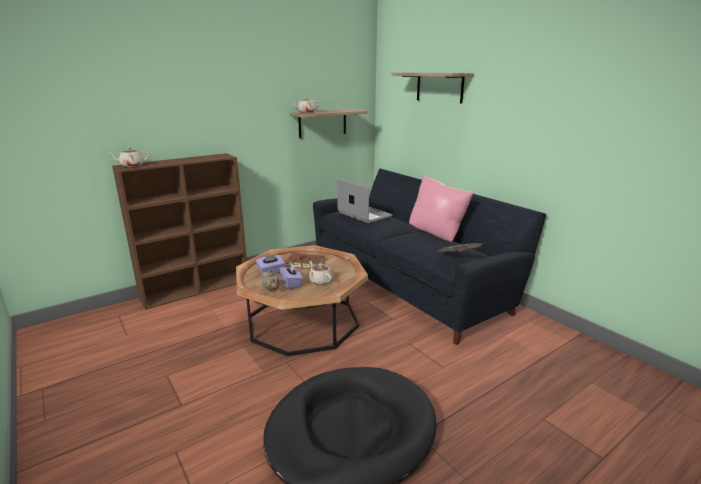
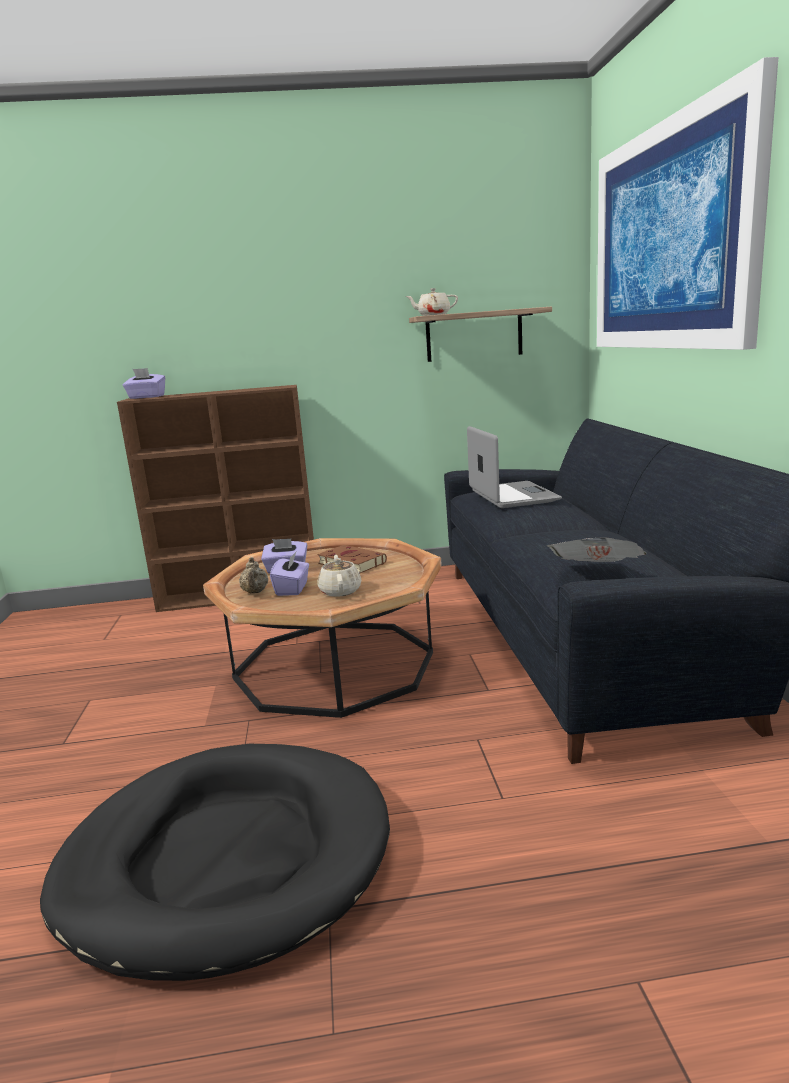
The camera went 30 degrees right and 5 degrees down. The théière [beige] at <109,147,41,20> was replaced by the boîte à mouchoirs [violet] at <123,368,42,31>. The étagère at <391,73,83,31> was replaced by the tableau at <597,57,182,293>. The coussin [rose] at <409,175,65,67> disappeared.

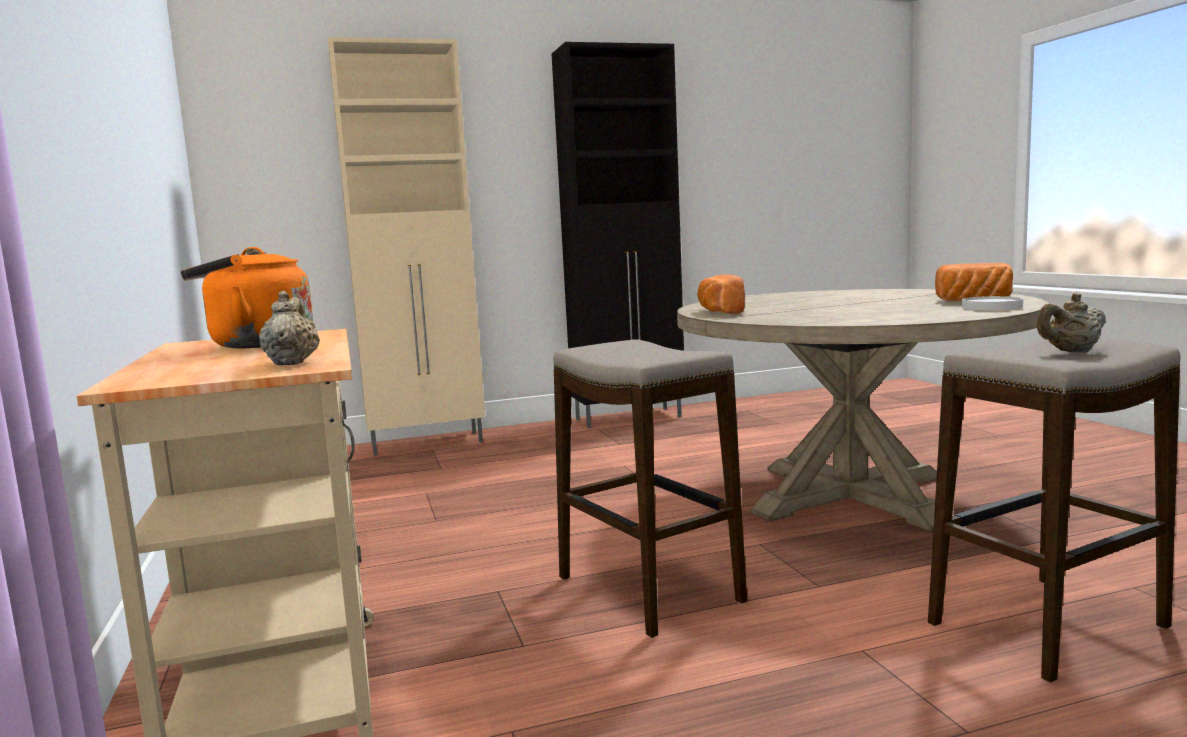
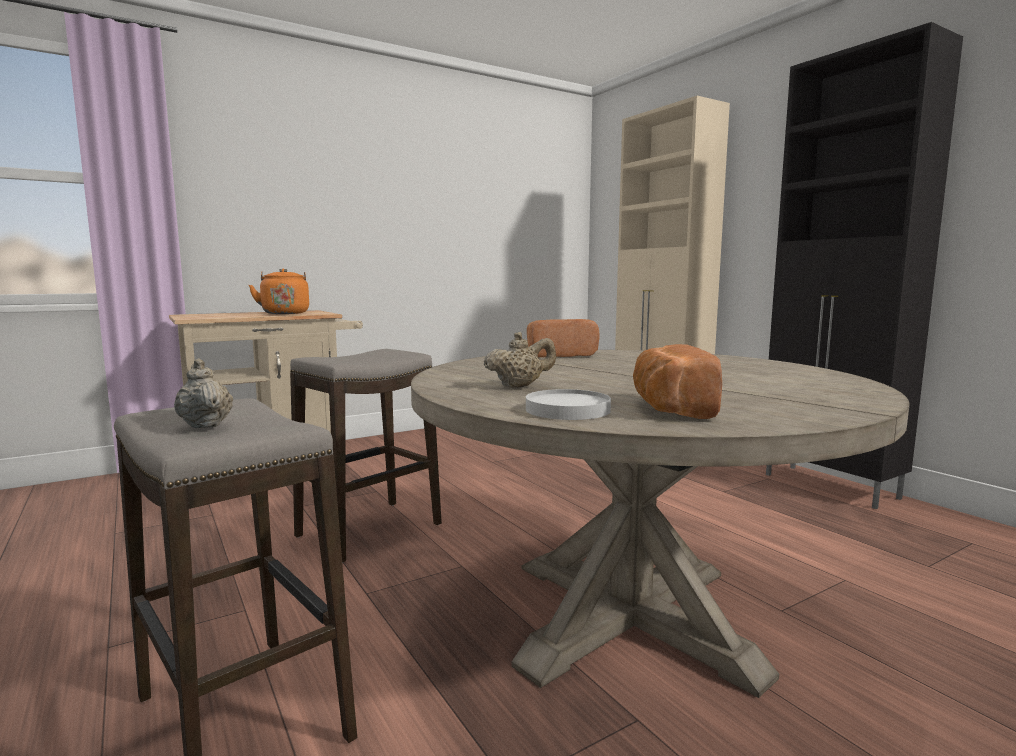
The camera went 75 degrees right and 0 degrees up. The théière [beige] moved from <259,290,61,75> to <484,332,72,56>.

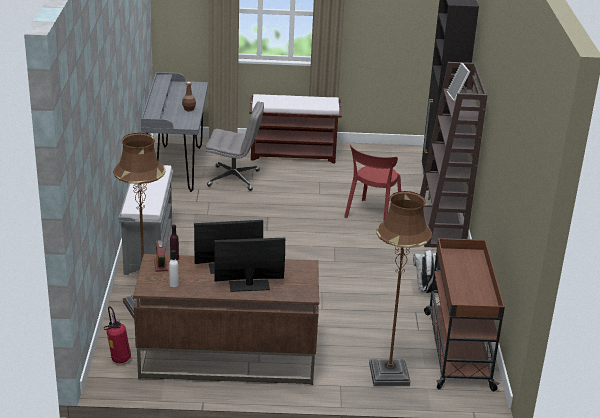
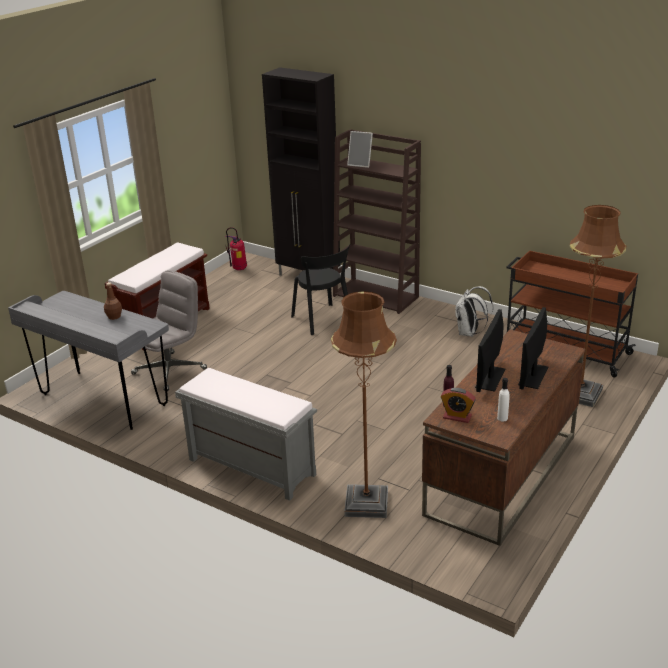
The camera went 55 degrees left and 0 degrees up. The extincteur moved from <104,306,27,57> to <225,227,22,43>. The chaise [rouge] at <344,145,57,76> became the chaise [noir] at <291,245,59,90>.

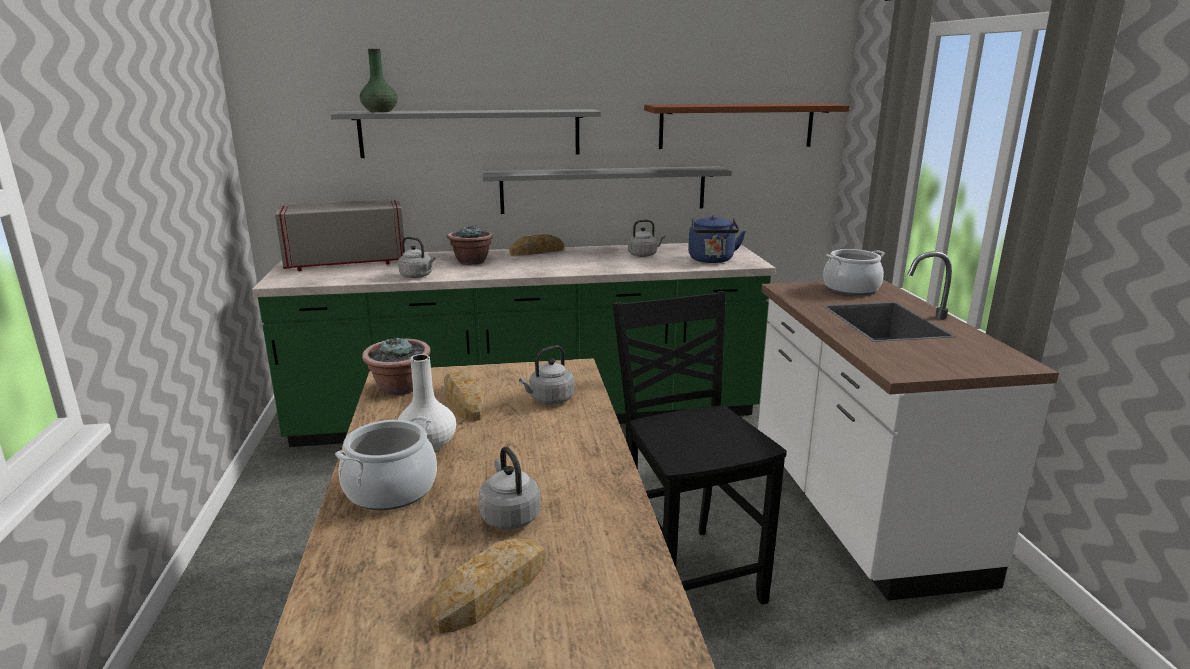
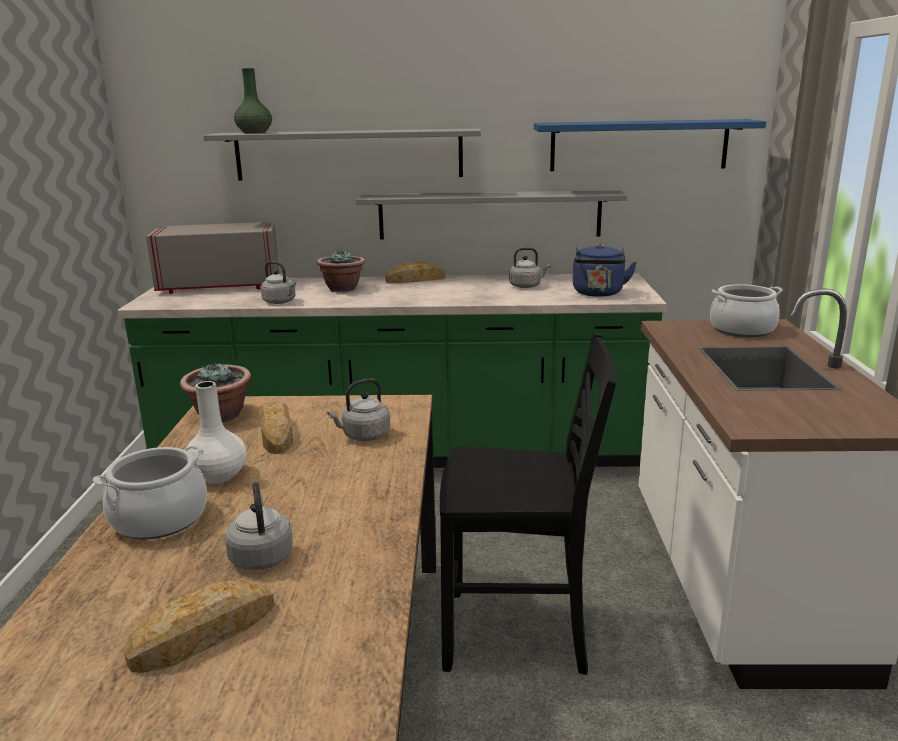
The camera went 10 degrees right and 0 degrees up. The chaise [noir] at <613,291,174,314> turned 105 degrees clockwise. The étagère [marron] at <644,103,206,46> became the étagère [bleu] at <534,119,232,52>.

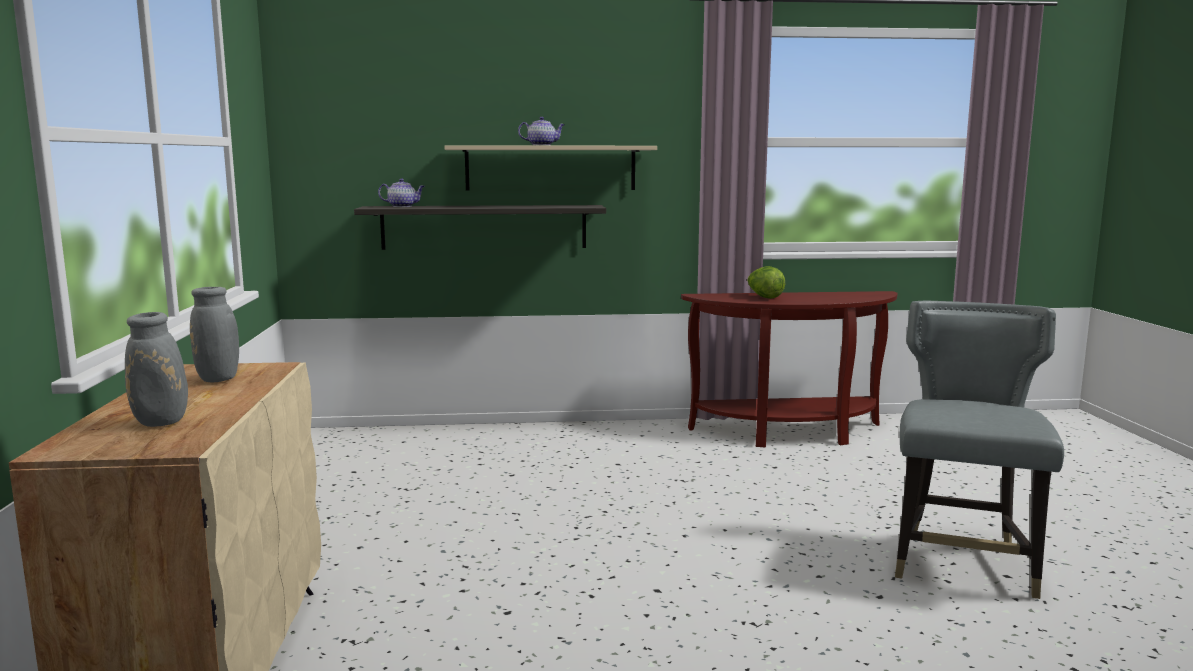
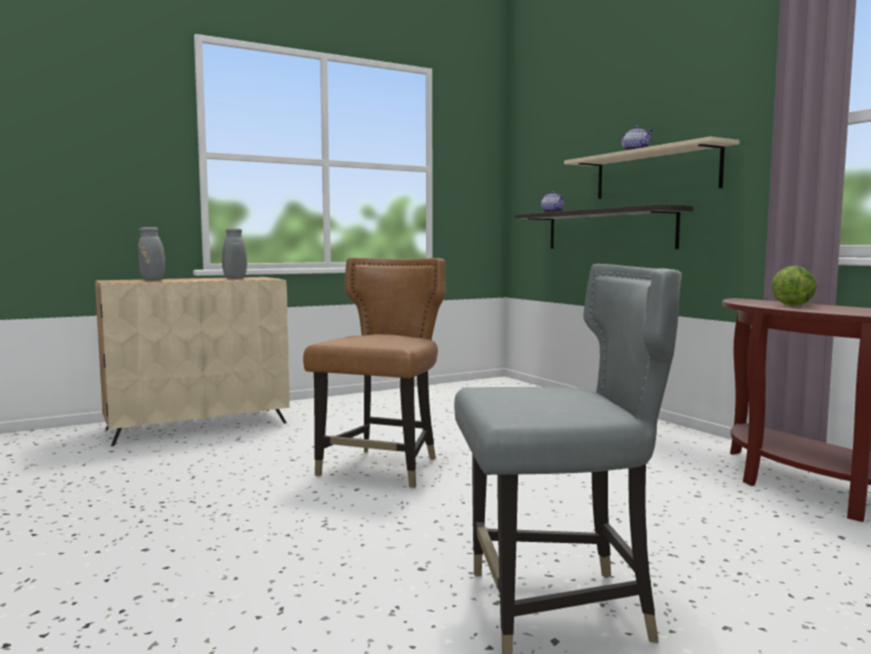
The camera went 65 degrees right and 5 degrees down. The chaise [marron] at <303,257,143,231> appeared.

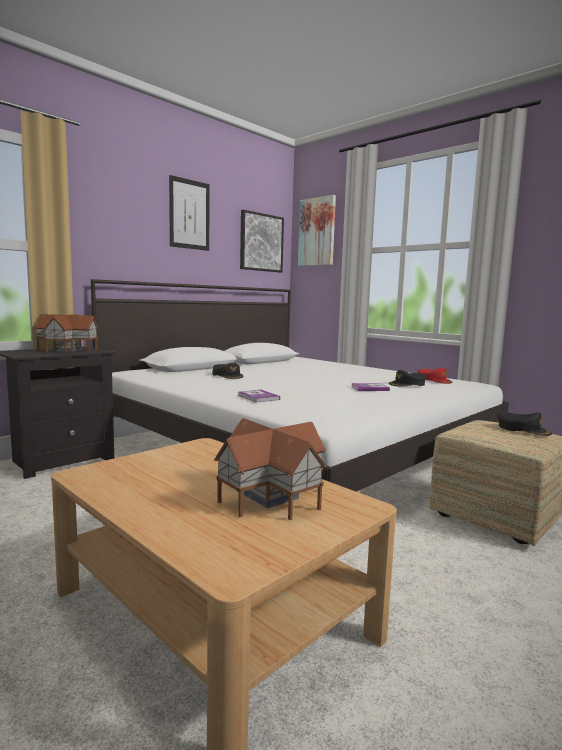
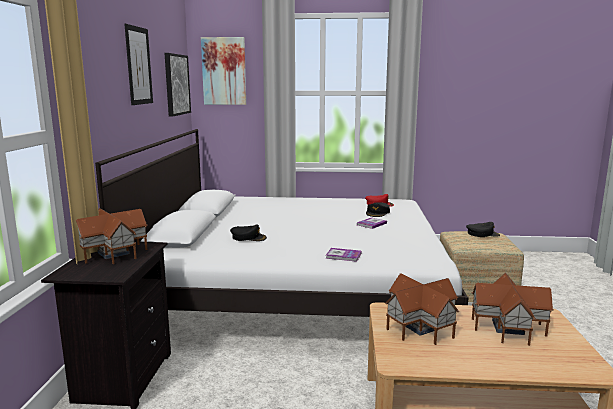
The camera went 40 degrees left and 5 degrees up. The maison miniature at <385,273,74,72> appeared.

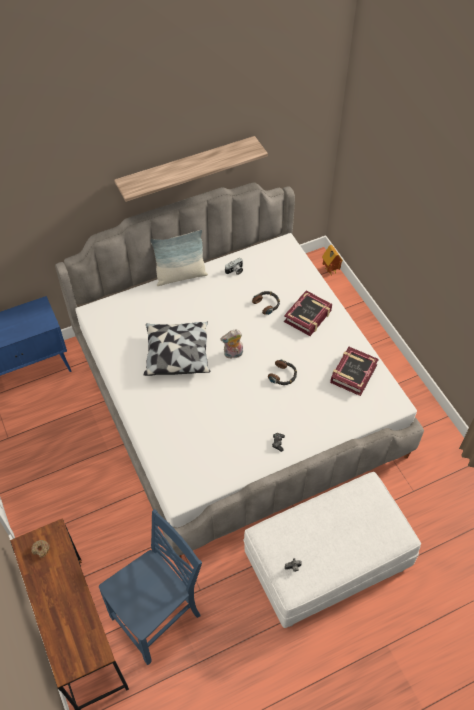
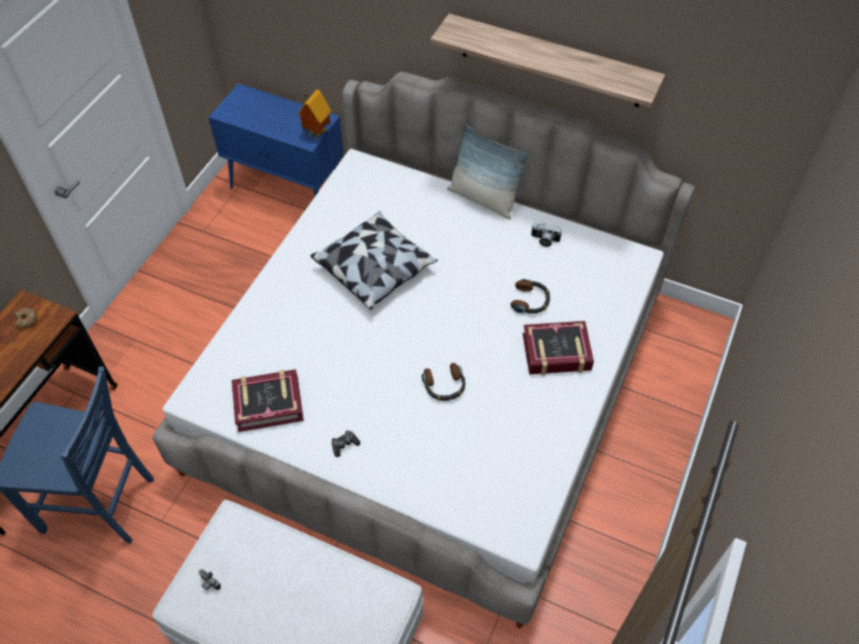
The camera went 50 degrees right and 0 degrees up. The livre moved from <330,347,49,49> to <231,369,73,63>. The maison miniature moved from <322,245,21,31> to <298,90,33,49>. The peluche at <220,329,23,30> disappeared.

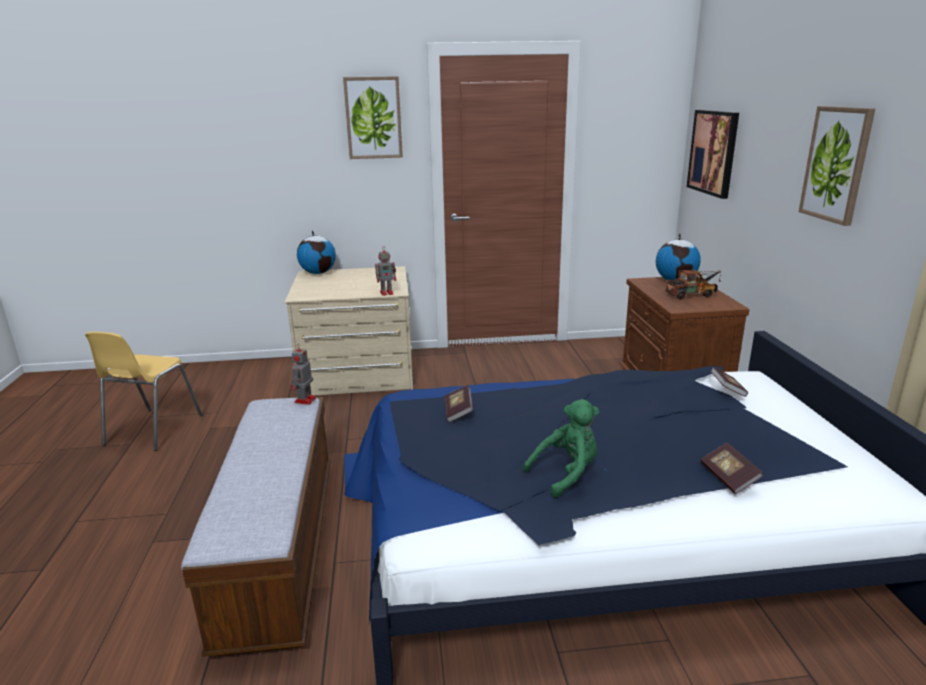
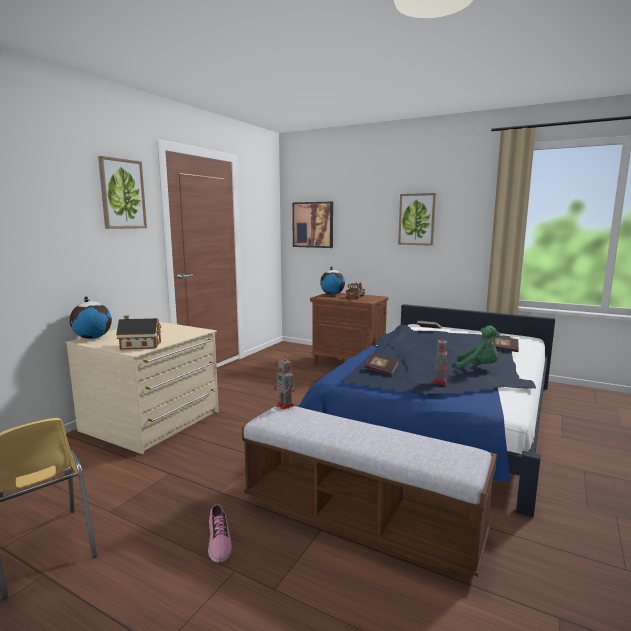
The camera went 55 degrees left and 10 degrees down. The maison miniature at <116,315,45,34> appeared. The chaussure at <208,504,24,59> appeared. The robot jouet moved from <375,246,21,50> to <433,336,14,49>. The peluche [vert] at <523,399,76,99> turned 105 degrees clockwise.

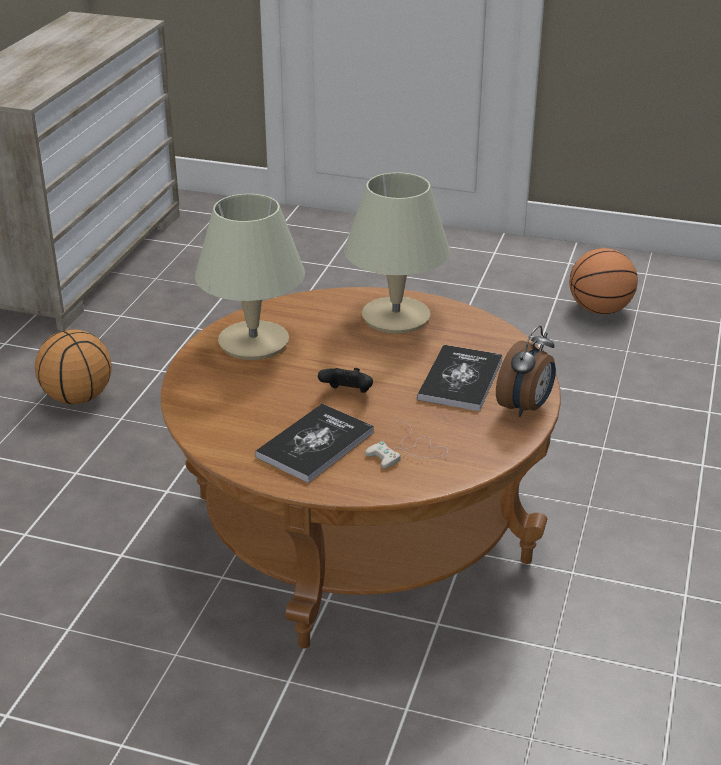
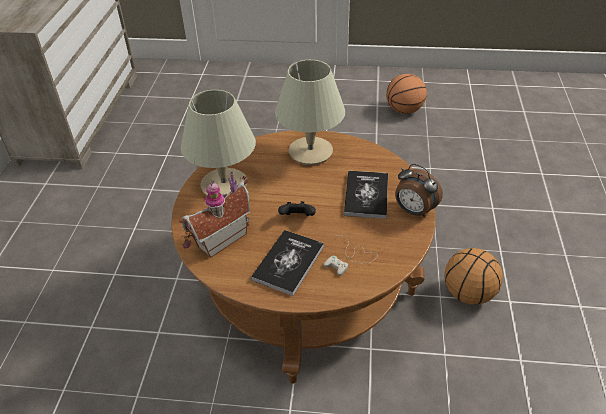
The camera went 10 degrees left and 10 degrees up. The maison miniature at <179,171,71,87> appeared. The réveil at <496,326,60,91> turned 105 degrees clockwise. The ballon de basket moved from <35,329,77,75> to <444,248,59,57>.

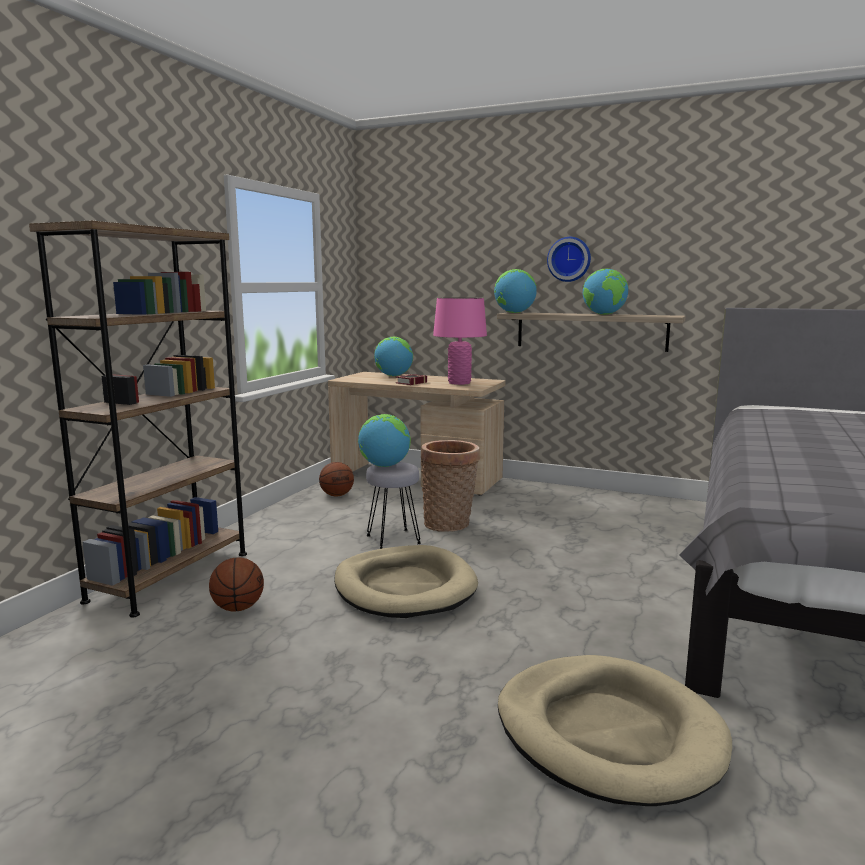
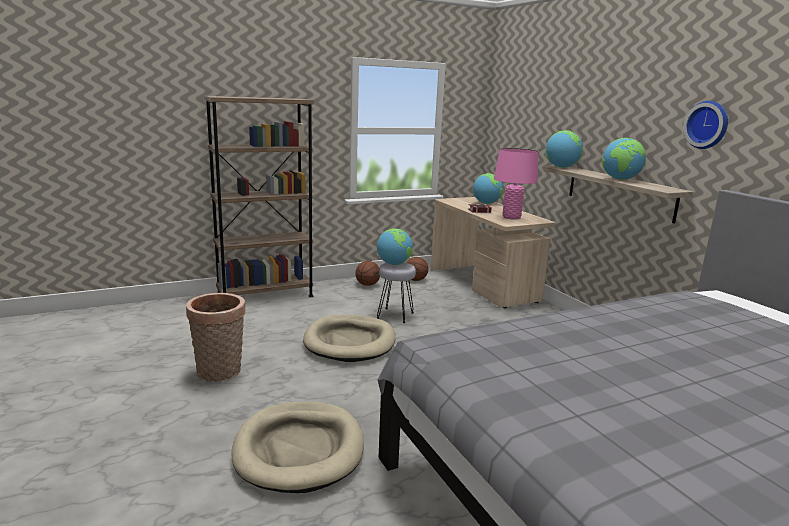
The camera went 40 degrees right and 5 degrees up. The panier moved from <421,440,59,92> to <186,293,59,89>. The ballon de basket moved from <209,557,55,55> to <355,261,25,25>. The horloge murale moved from <547,237,44,45> to <683,101,45,48>.

